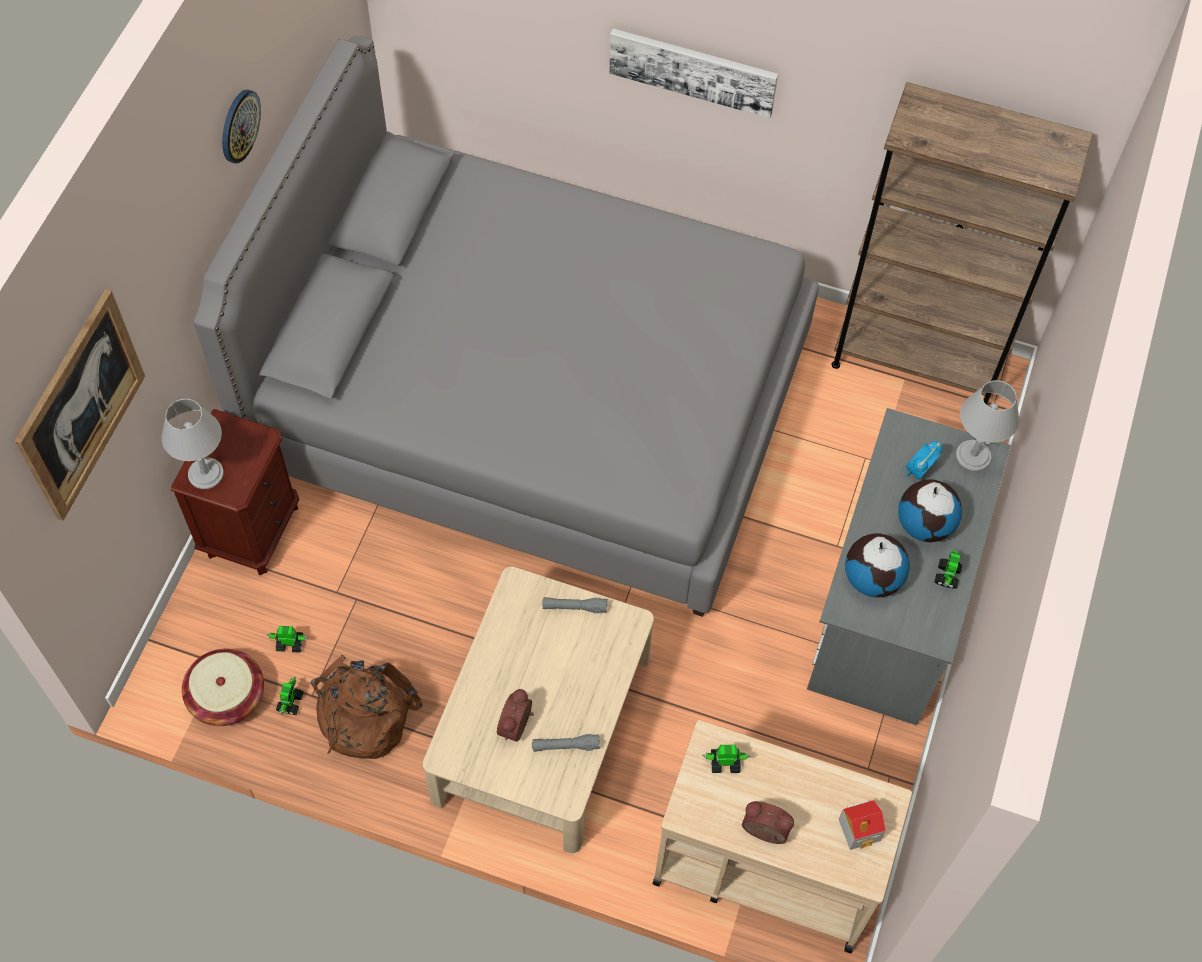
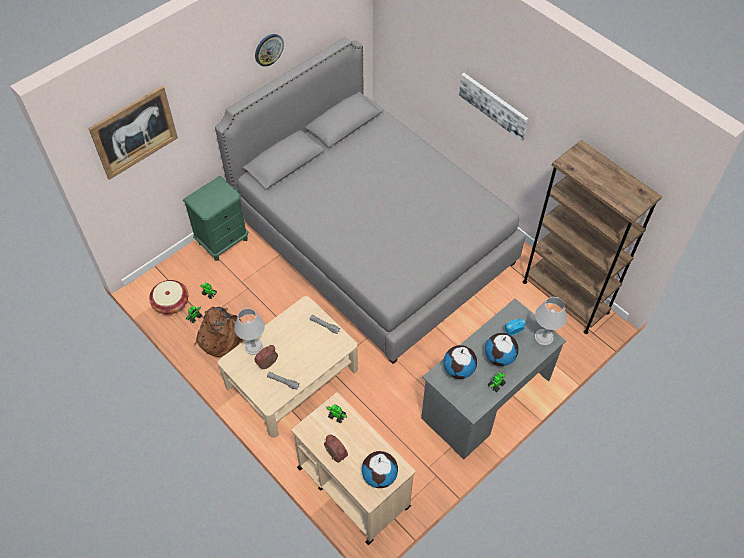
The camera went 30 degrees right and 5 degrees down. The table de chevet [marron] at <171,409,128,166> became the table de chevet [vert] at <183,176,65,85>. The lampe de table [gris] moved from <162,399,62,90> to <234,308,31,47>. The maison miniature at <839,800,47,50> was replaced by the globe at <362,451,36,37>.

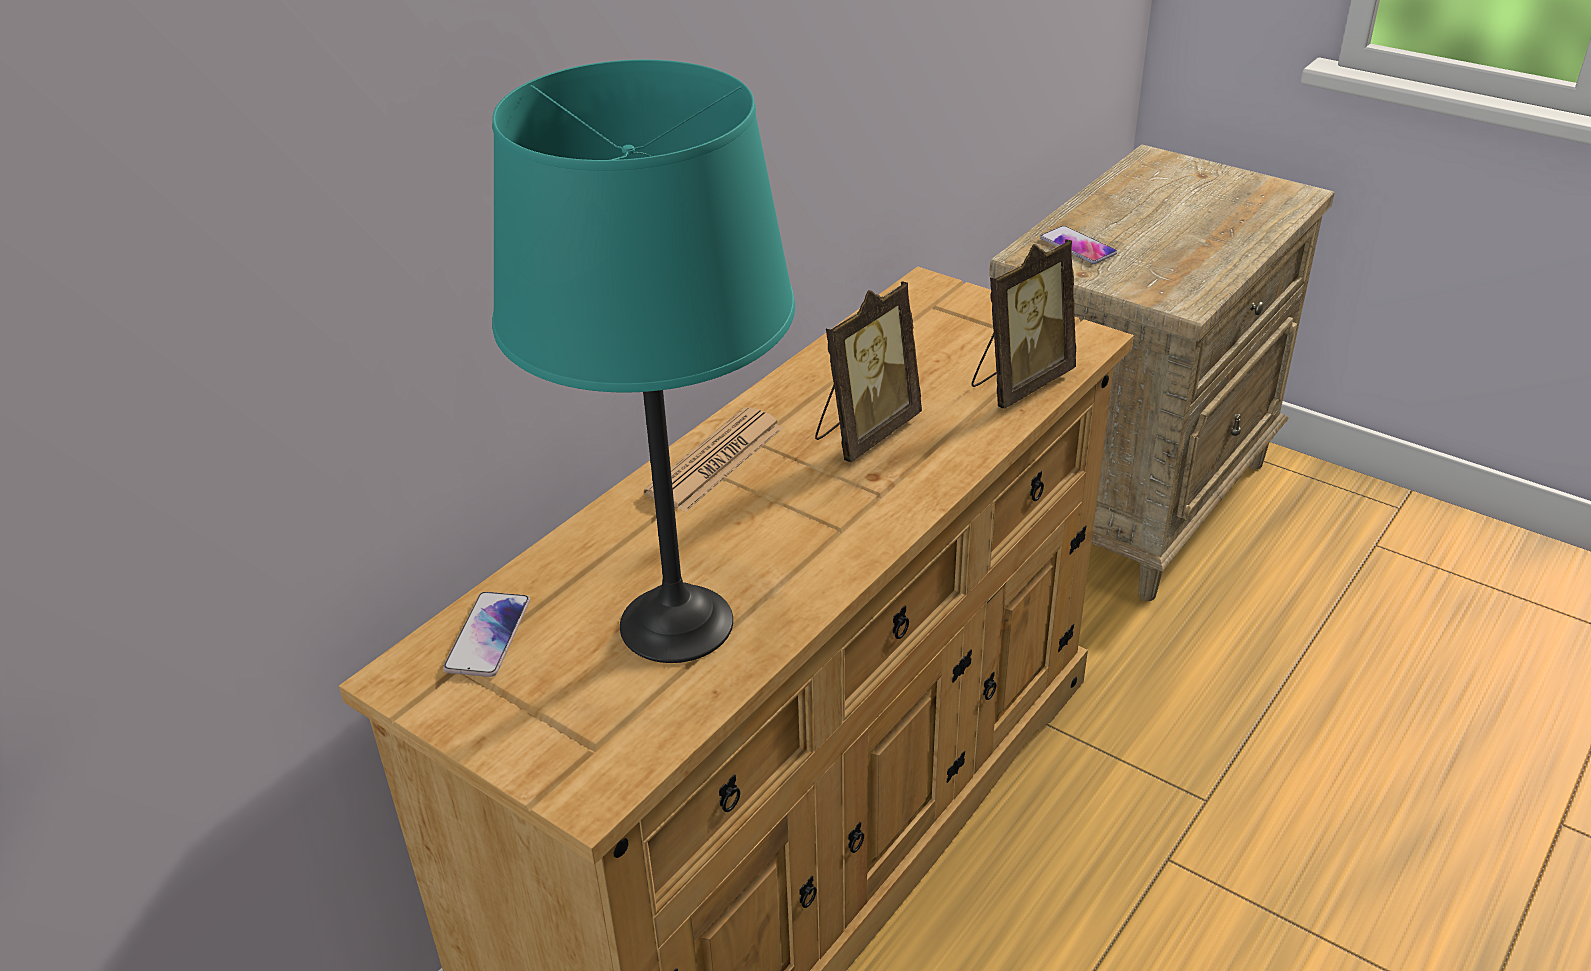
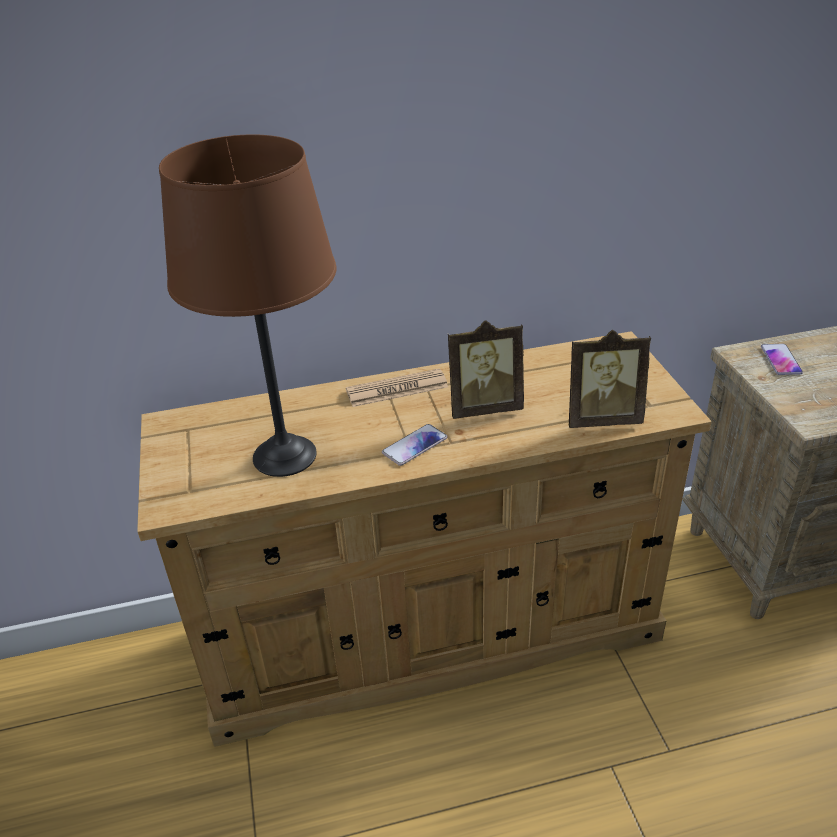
The camera went 40 degrees right and 0 degrees up. The lampe de table [turquoise] at <492,60,303,603> became the lampe de table [marron] at <159,134,178,343>. The téléphone moved from <443,592,87,85> to <382,424,65,42>.

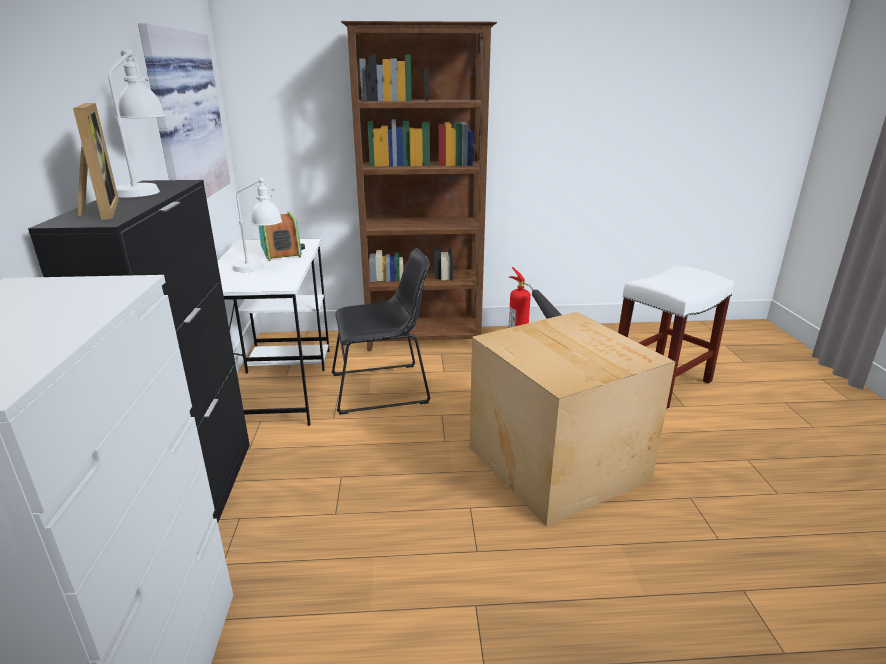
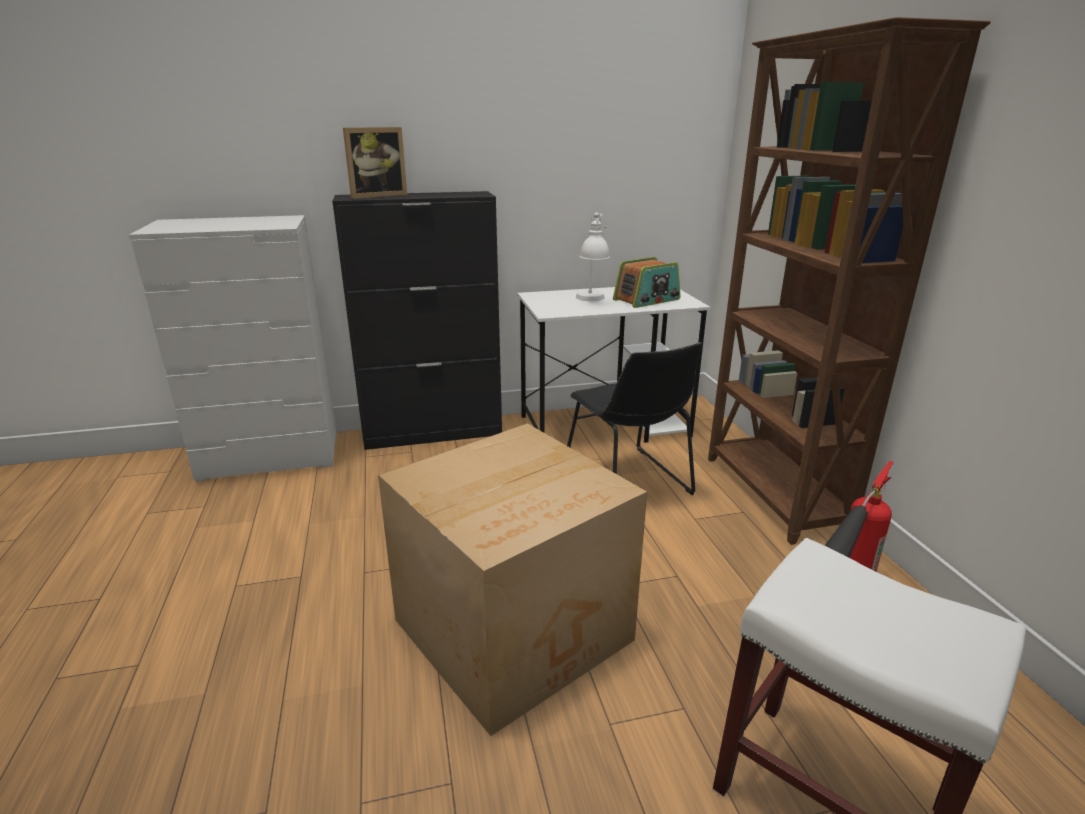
The camera went 80 degrees right and 0 degrees up. The lampe de table [blanc] at <108,49,58,149> disappeared. The tableau at <138,23,93,175> disappeared.

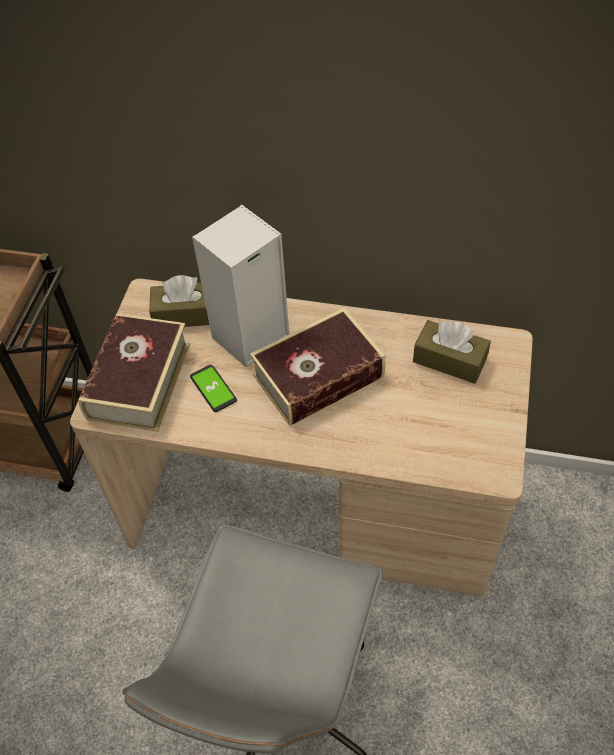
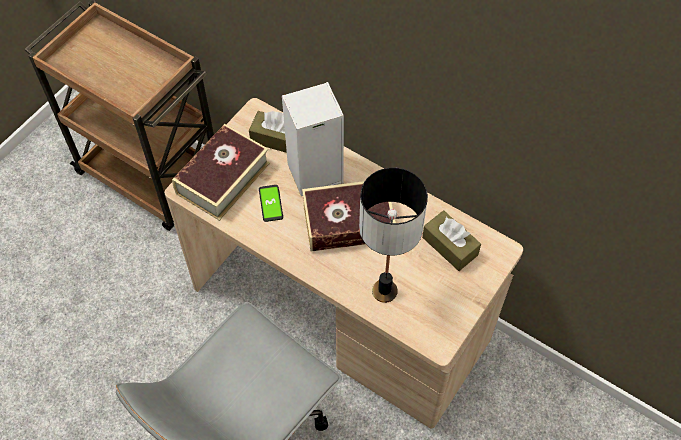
The camera went 20 degrees right and 5 degrees up. The lampe de table at <359,168,69,135> appeared.

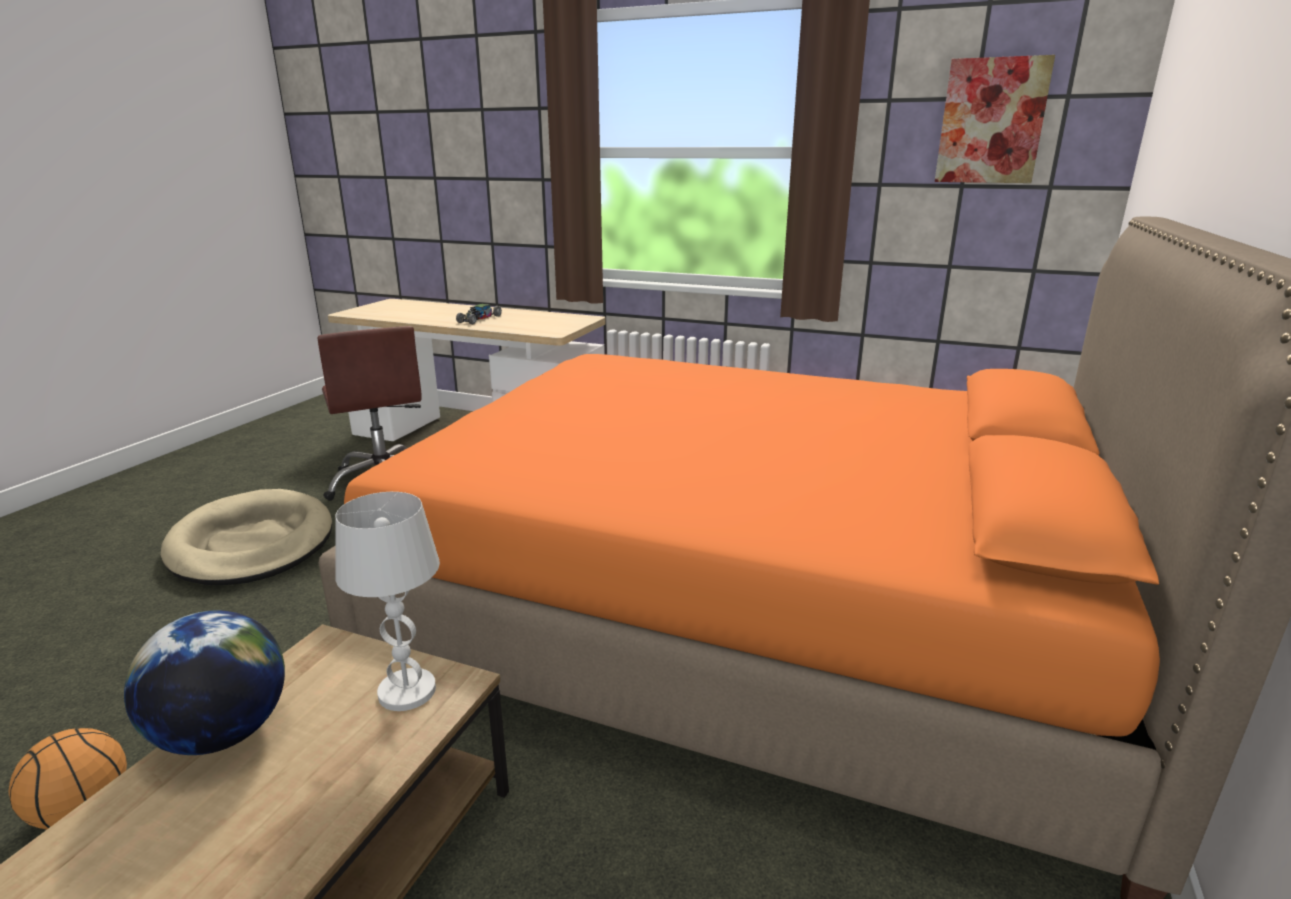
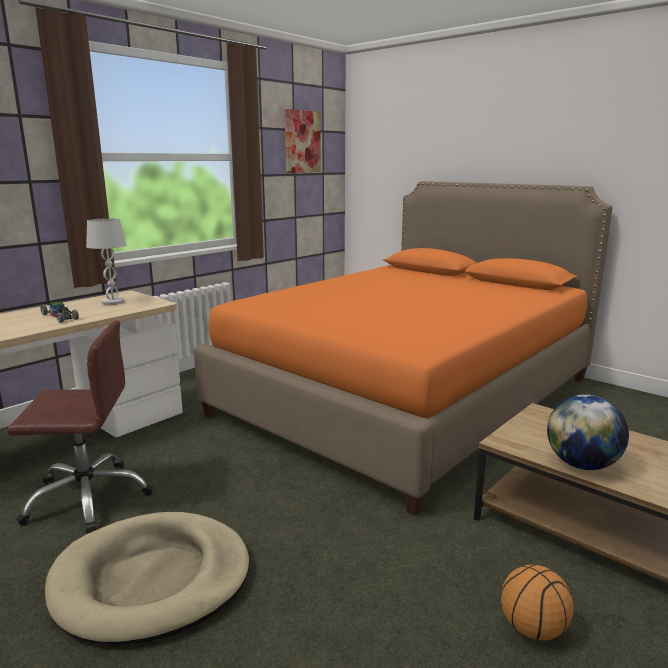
The camera went 70 degrees left and 5 degrees down. The lampe de table [blanc] moved from <335,492,105,219> to <86,218,40,87>.

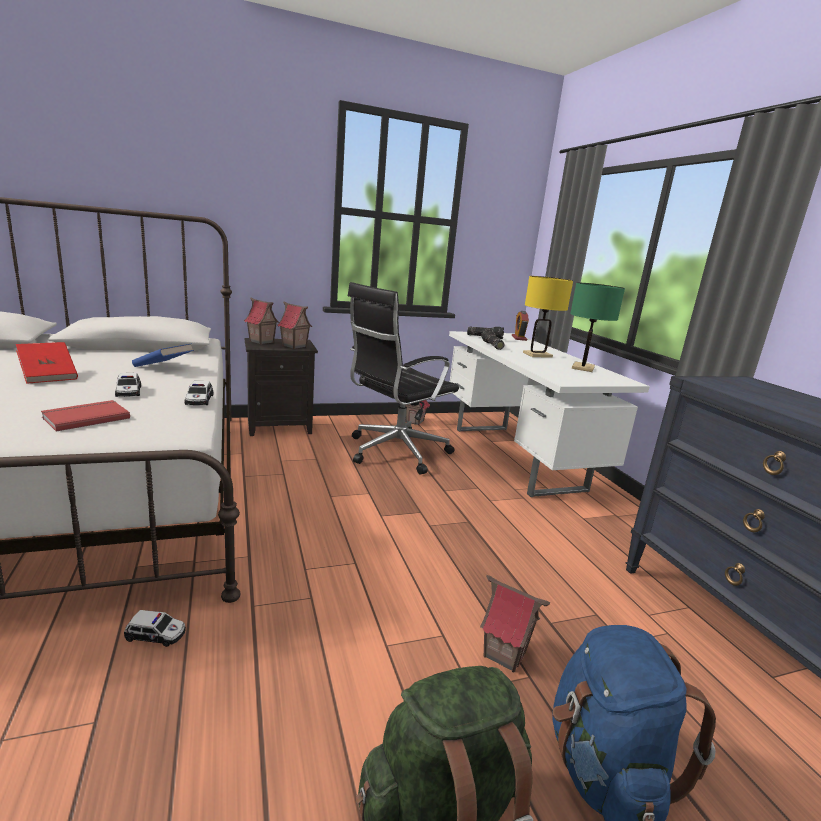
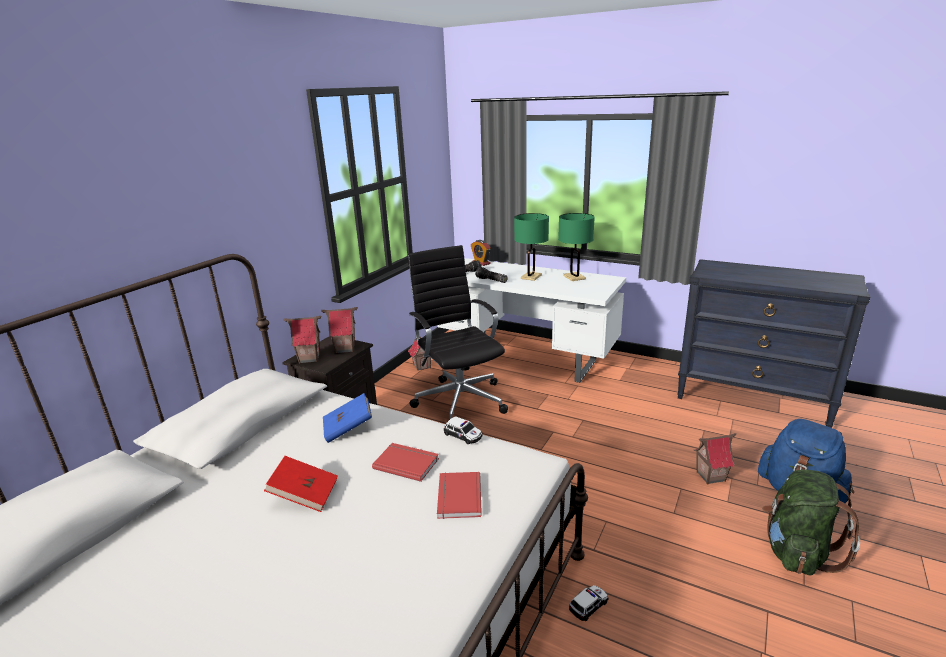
The camera went 40 degrees left and 5 degrees up. The petite voiture at <115,373,26,24> was replaced by the livre [rouge] at <372,443,67,39>. The chaise de bureau [noir] at <348,282,111,193> turned 150 degrees clockwise. The lampe de table [jaune] at <523,276,50,82> became the lampe de table [vert] at <514,213,35,68>.

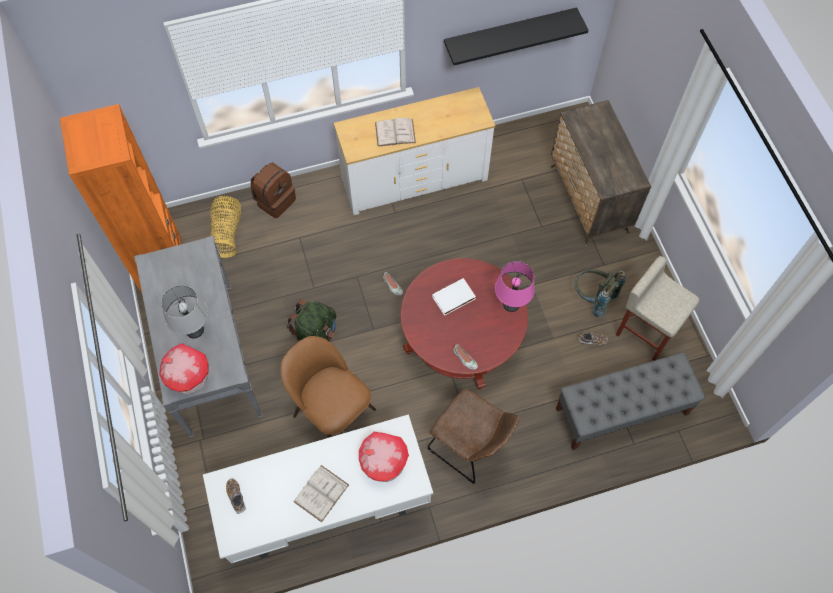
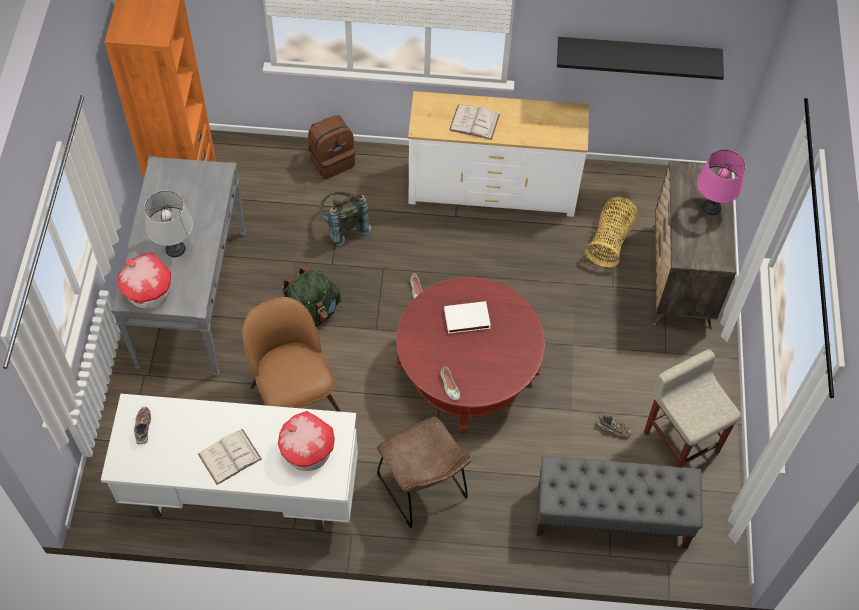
The camera went 20 degrees right and 5 degrees down. The sac à dos [gris] moved from <575,269,51,48> to <320,191,51,55>. The panier moved from <210,196,31,62> to <585,197,52,70>. The lampe de table [rose] moved from <495,261,40,51> to <697,149,48,66>.

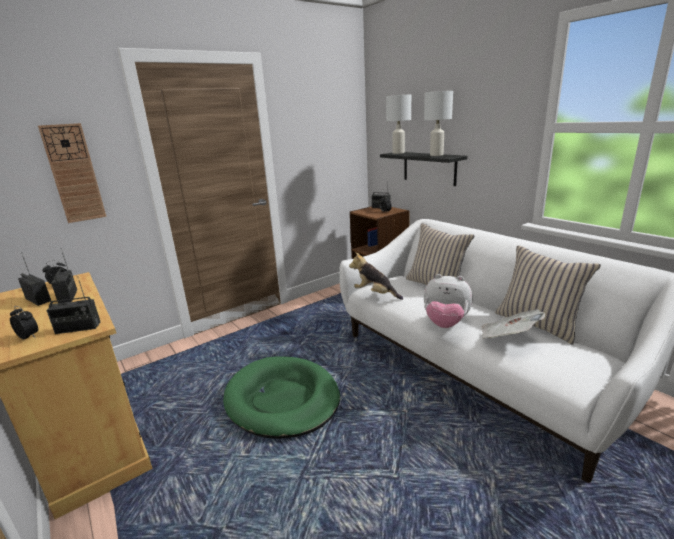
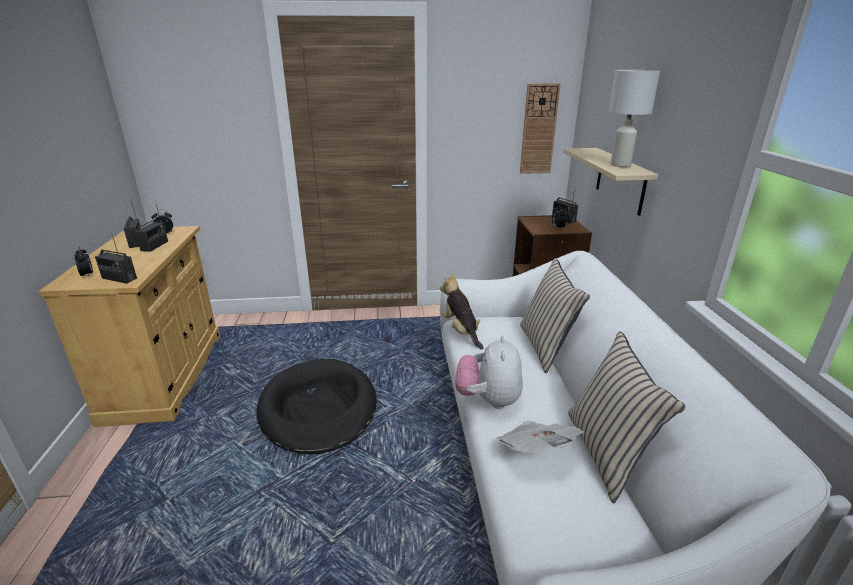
The camera went 30 degrees right and 5 degrees up. The panier pour chien [vert] at <223,356,117,83> became the panier pour chien [noir] at <256,359,121,95>. The peluche at <424,274,49,54> turned 45 degrees clockwise. The horloge murale moved from <38,123,68,100> to <520,83,41,91>. The étagère [noir] at <380,152,87,34> became the étagère [beige] at <563,148,95,68>. The lampe de table [blanc] at <386,95,25,59> disappeared.

